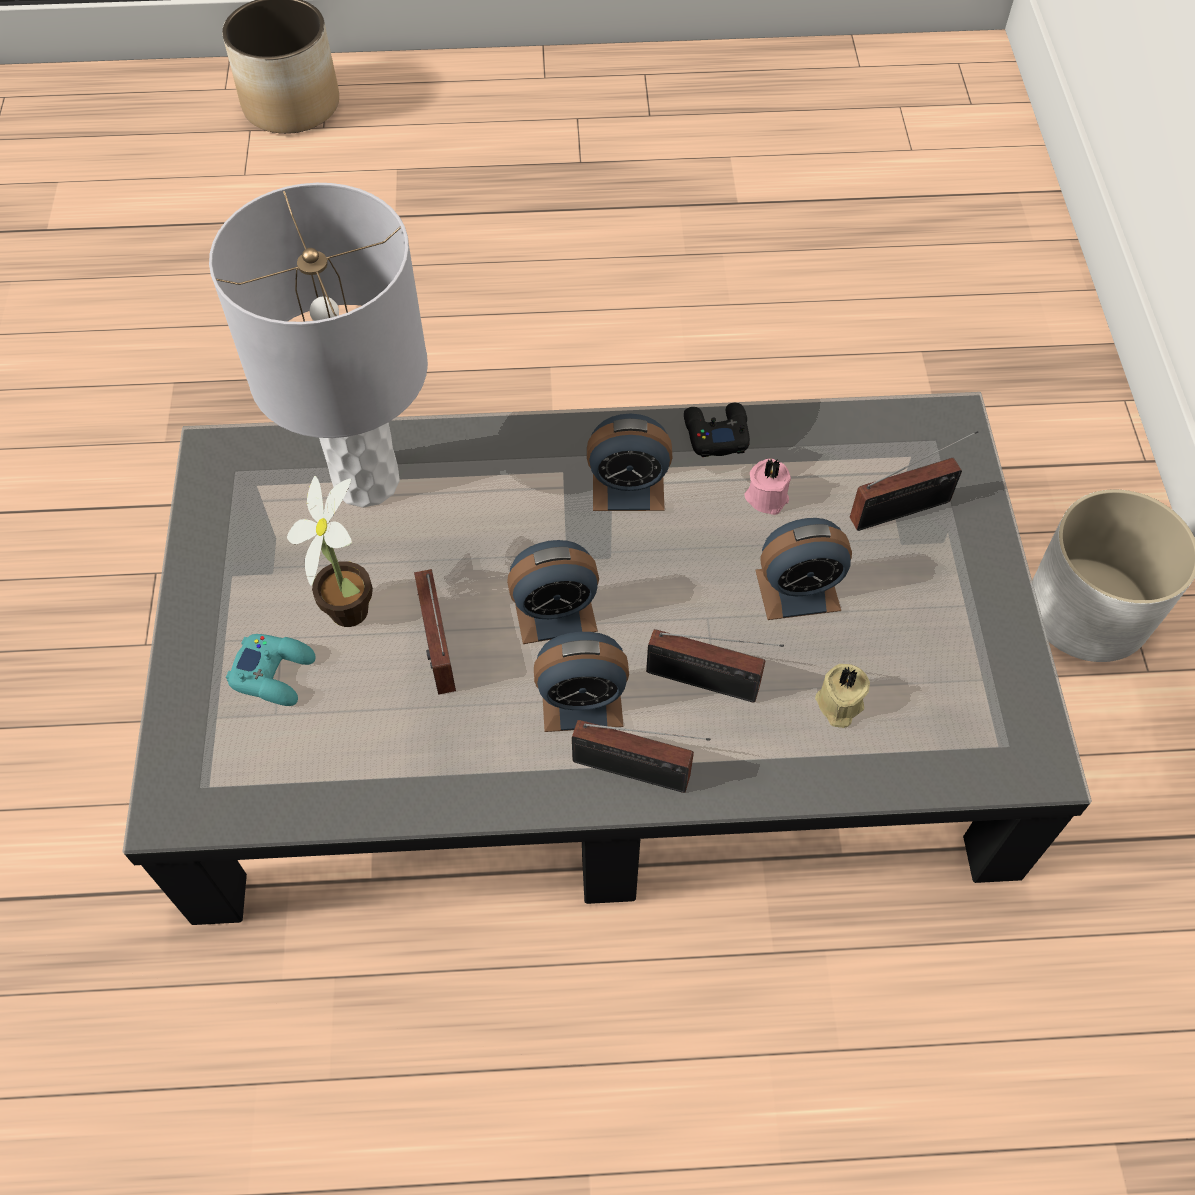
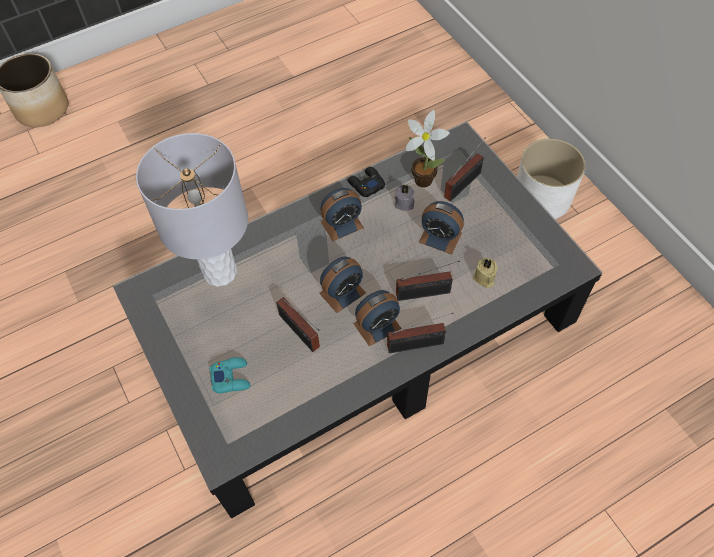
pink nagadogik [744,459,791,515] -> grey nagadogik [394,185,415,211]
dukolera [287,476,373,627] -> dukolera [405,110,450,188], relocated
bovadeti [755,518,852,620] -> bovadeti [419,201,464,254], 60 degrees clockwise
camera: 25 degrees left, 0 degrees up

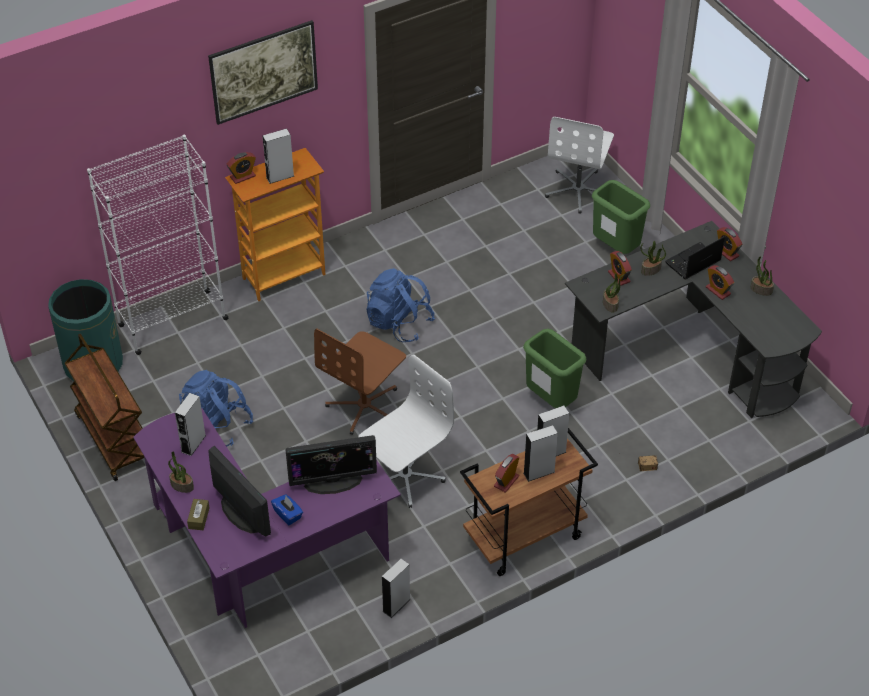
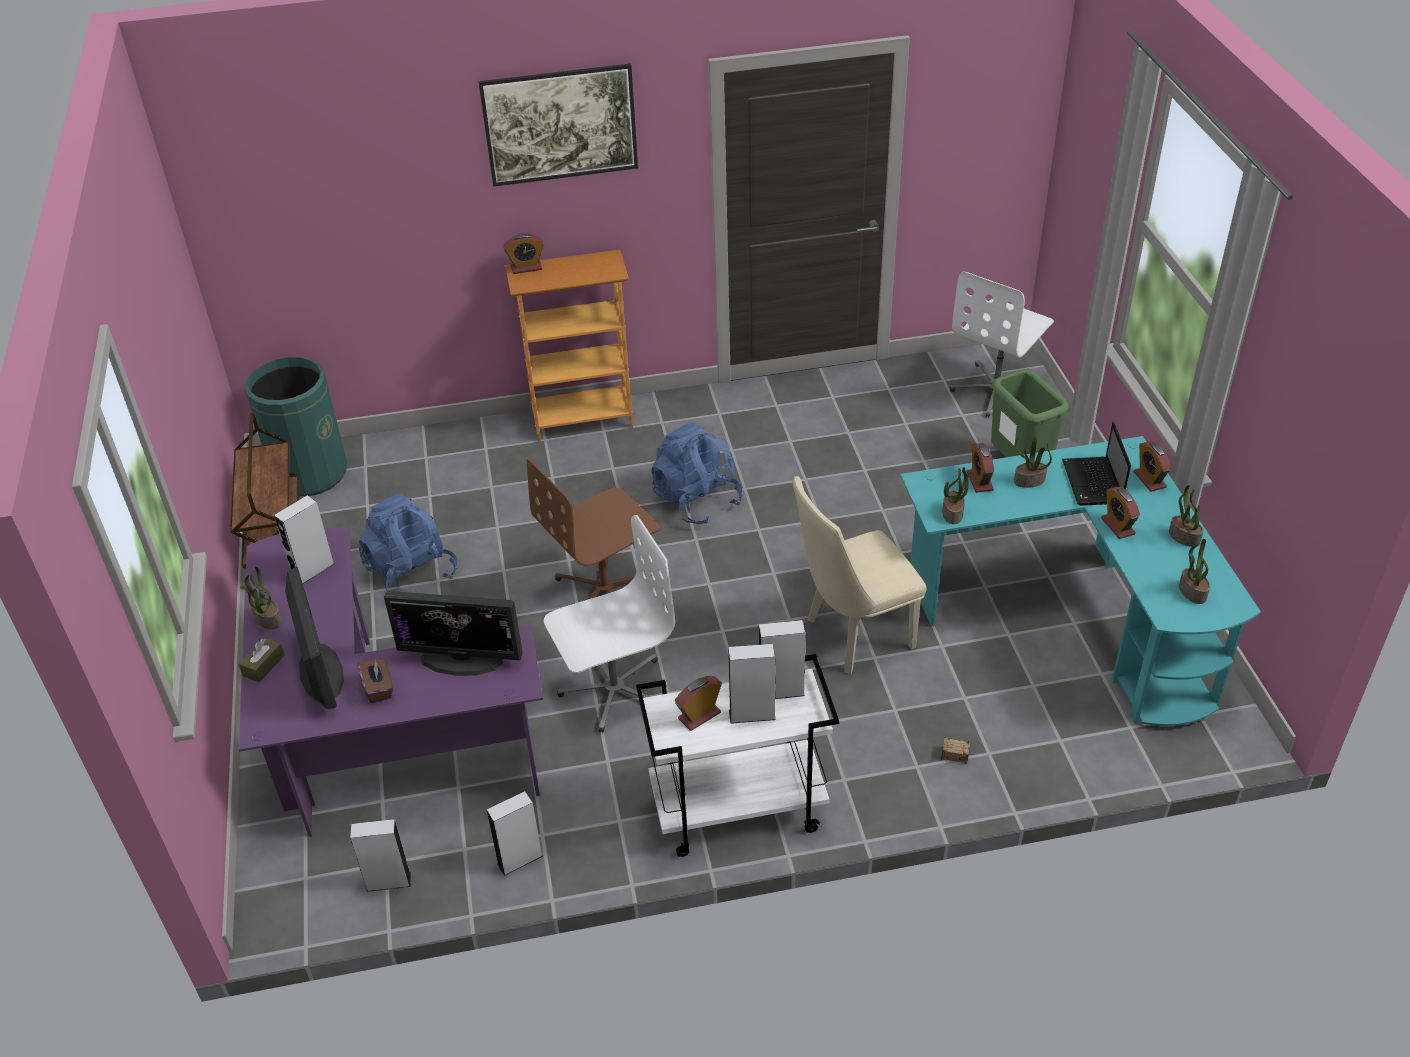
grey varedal [262,128,294,184] -> grey varedal [350,819,411,892], relocated
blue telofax [271,494,303,525] -> brown telofax [357,659,393,703]
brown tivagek [460,428,598,576] -> white tivagek [636,654,839,857]
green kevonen [523,329,586,408] -> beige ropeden [793,476,926,675]
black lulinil [565,221,822,418] -> turquoise lulinil [900,436,1261,726]
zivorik [665,237,725,280] -> zivorik [1062,422,1131,506], 75 degrees counterclockwise
none -> dukolera [1179,539,1210,604]
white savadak [87,135,229,355] -> none
camera: 20 degrees right, 5 degrees down

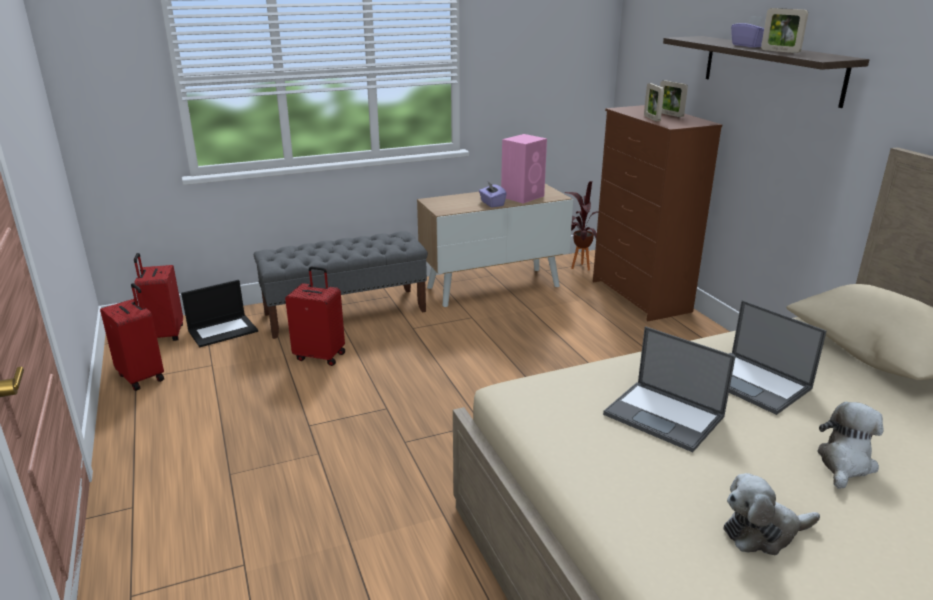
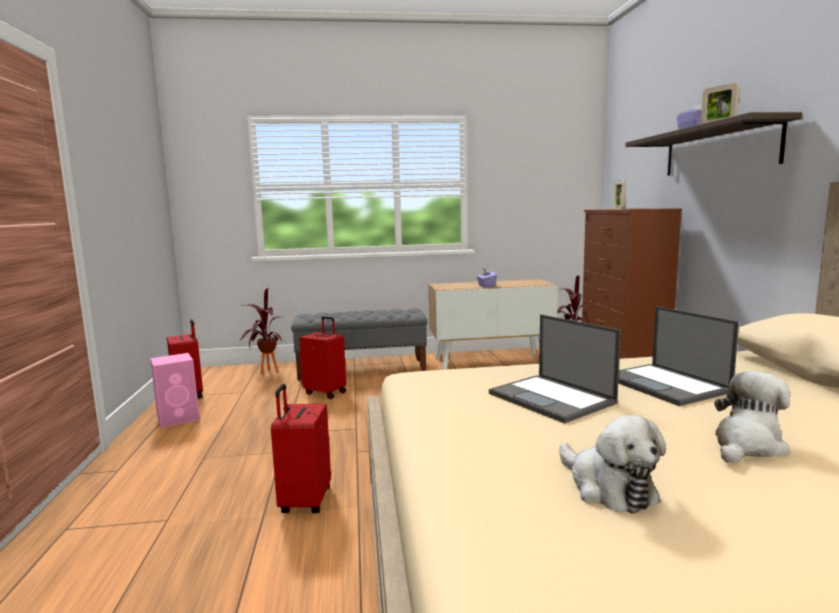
pink varedal [501,134,547,204] -> pink varedal [150,353,199,428], relocated
zivorik [181,280,258,347] -> dukolera [239,288,283,375]
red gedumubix [134,253,183,341] -> red gedumubix [271,384,331,513], relocated
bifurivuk [723,473,820,555] -> bifurivuk [559,415,666,514], 120 degrees counterclockwise
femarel [660,80,688,117] -> none
camera: 15 degrees right, 15 degrees down

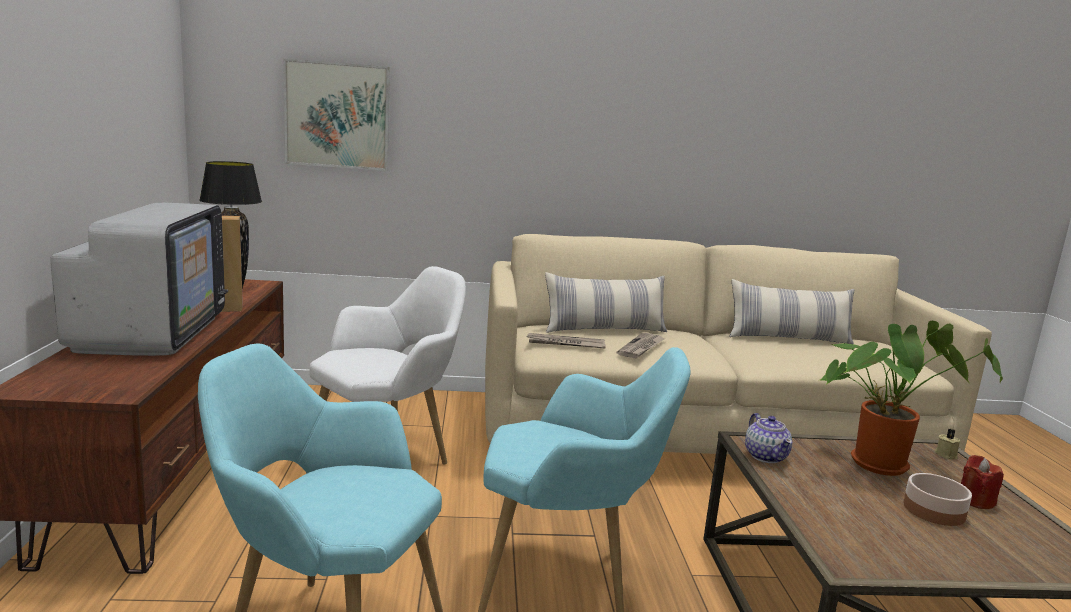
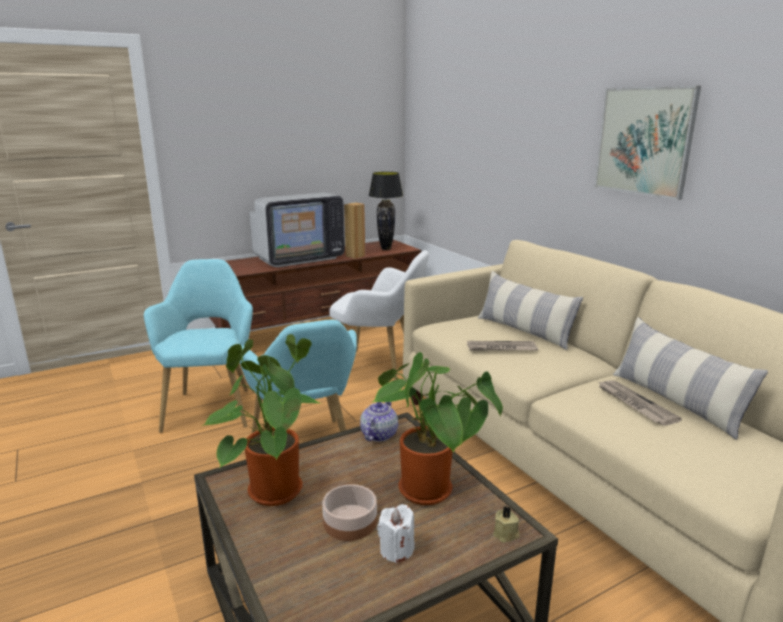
none -> dukolera [201,334,323,506]
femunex [745,413,792,463] -> femunex [360,402,398,442], 150 degrees clockwise
red nagadogik [961,455,1004,509] -> white nagadogik [377,504,415,563]
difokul [284,59,390,171] -> difokul [594,86,701,200], relocated
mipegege [526,333,606,348] -> mipegege [598,380,682,426], relocated
camera: 65 degrees right, 5 degrees up

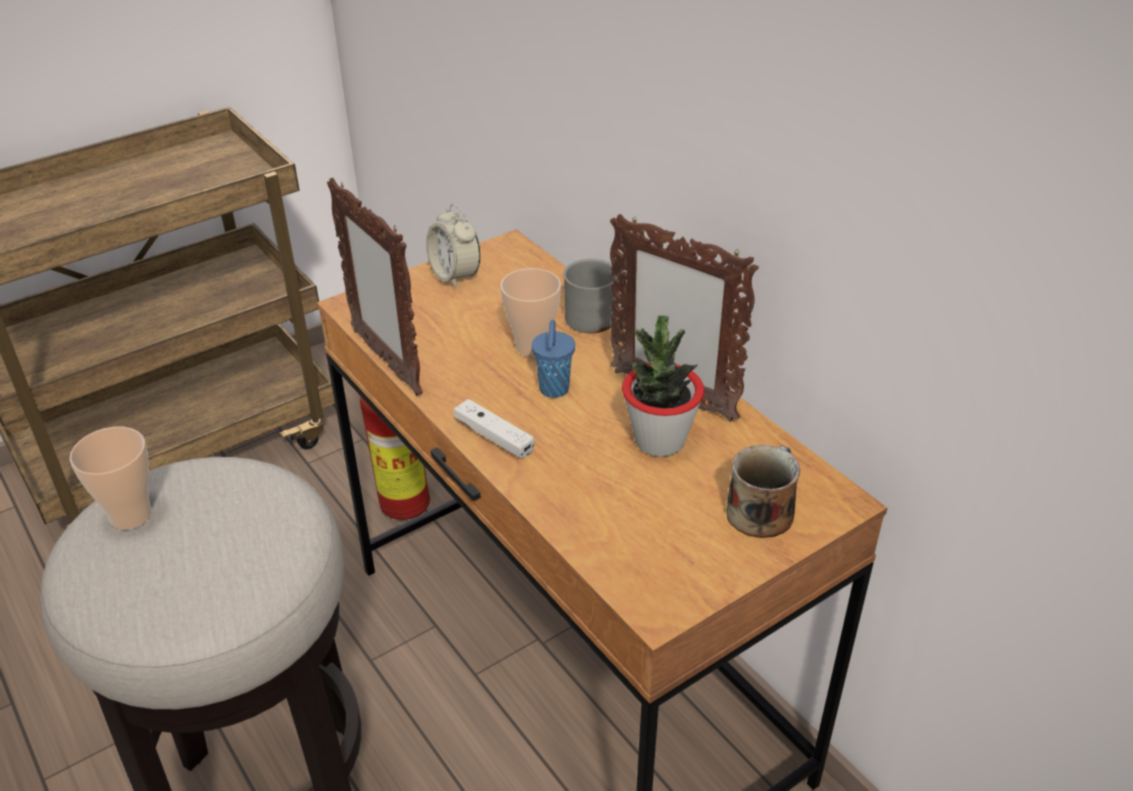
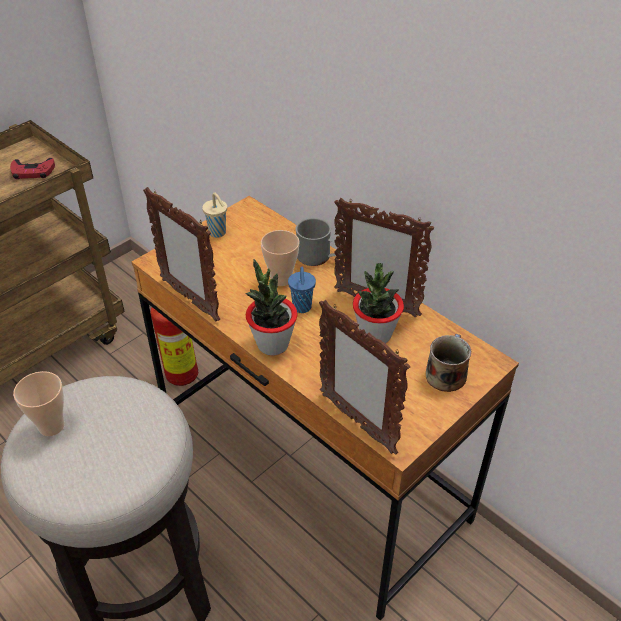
none -> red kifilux [10,158,55,179]
bovadeti [426,204,480,288] -> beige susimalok [202,193,227,238]
white kifilux [454,399,534,459] -> dukolera [246,259,298,356]
none -> femarel [319,300,410,454]
camera: 10 degrees left, 5 degrees up

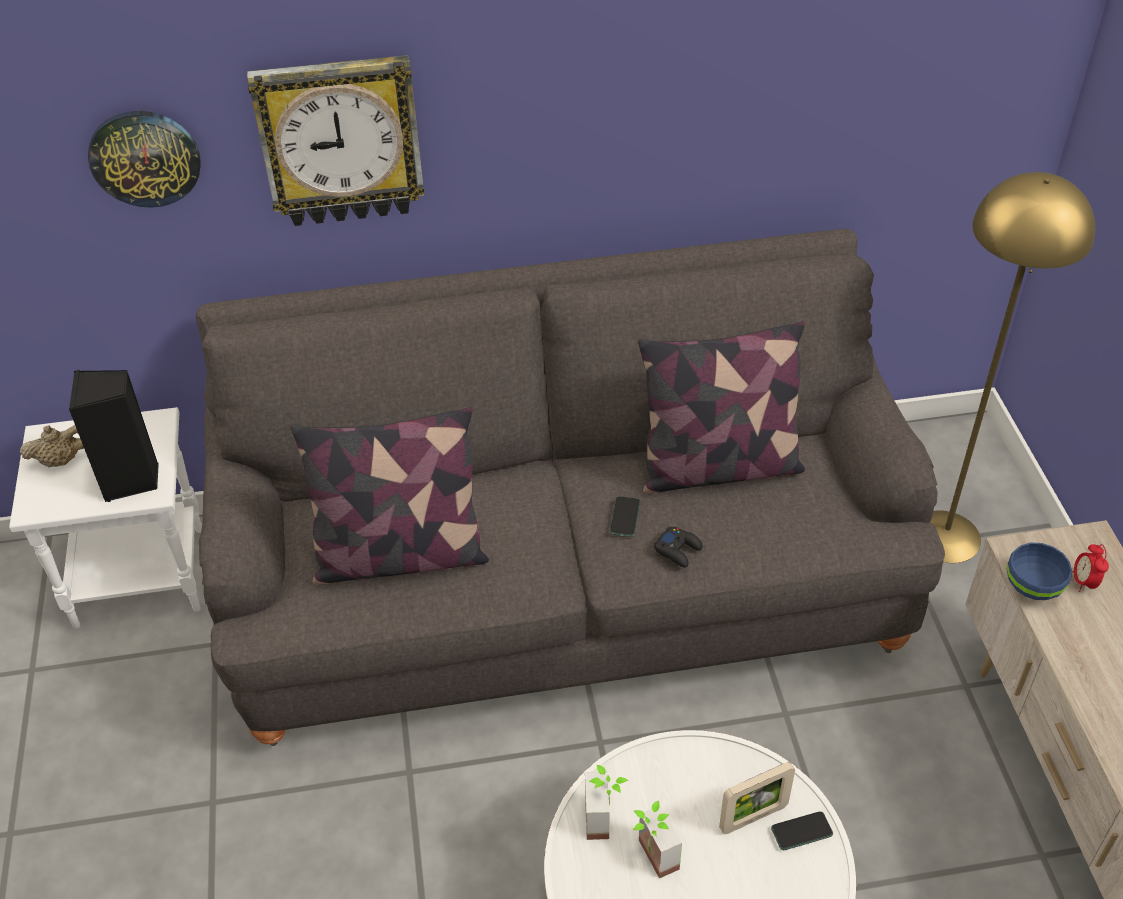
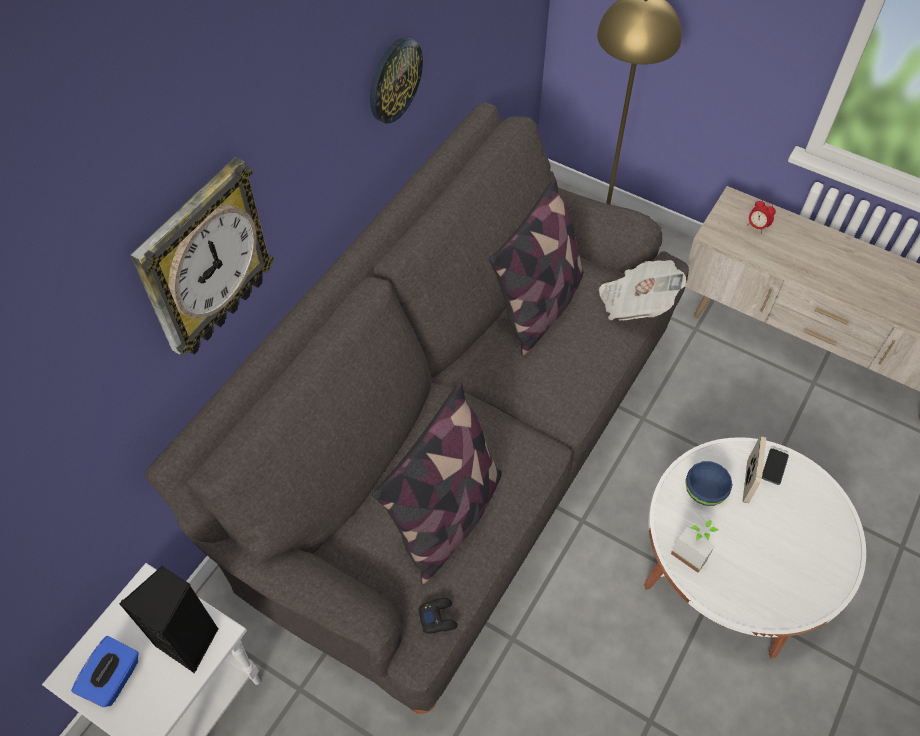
beige femunex [20,425,84,467] -> blue telofax [71,636,139,707]
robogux [88,111,201,208] -> robogux [370,37,423,123], relocated
black kifilux [654,527,703,568] -> black kifilux [418,598,458,634], relocated
none -> mipegege [599,260,686,321]
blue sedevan [1007,542,1072,600] -> blue sedevan [685,461,732,506], relocated
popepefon [610,496,641,537] -> none
dukolera [633,801,682,878] -> none
camera: 50 degrees left, 10 degrees up

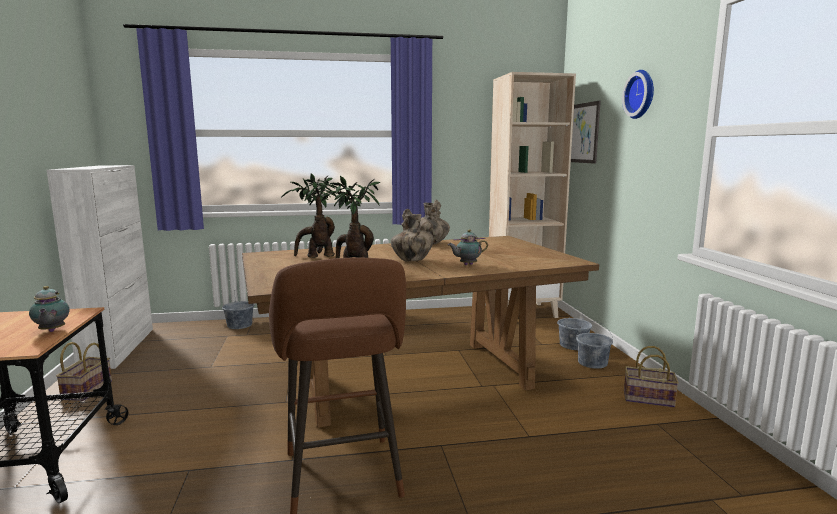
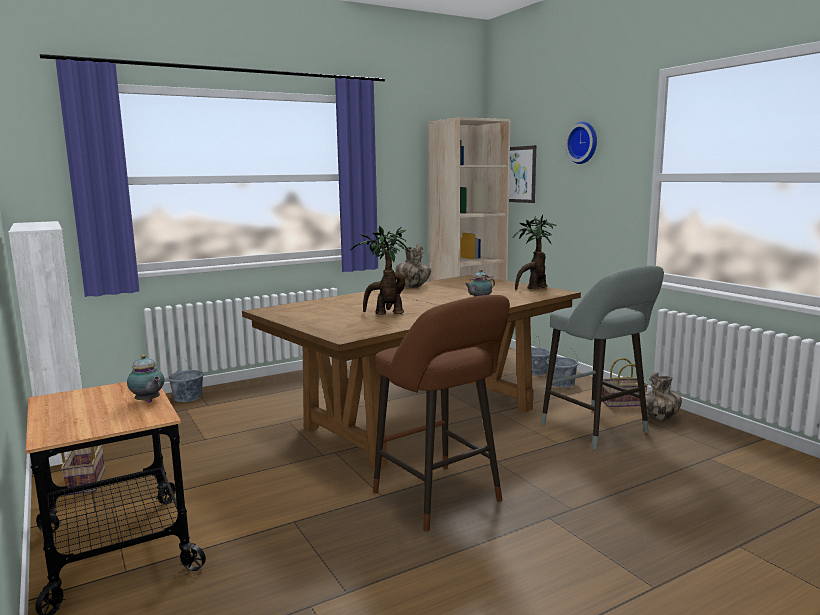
dukolera [281,173,336,258] -> dukolera [513,215,557,290], relocated
none -> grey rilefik [541,265,664,450]
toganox [391,209,434,261] -> toganox [645,373,682,421], relocated
camera: 20 degrees left, 0 degrees up

